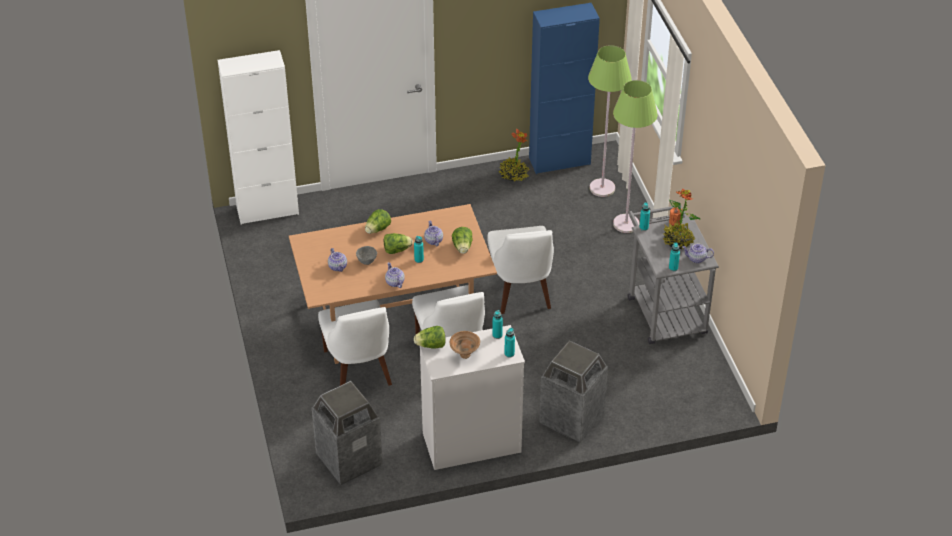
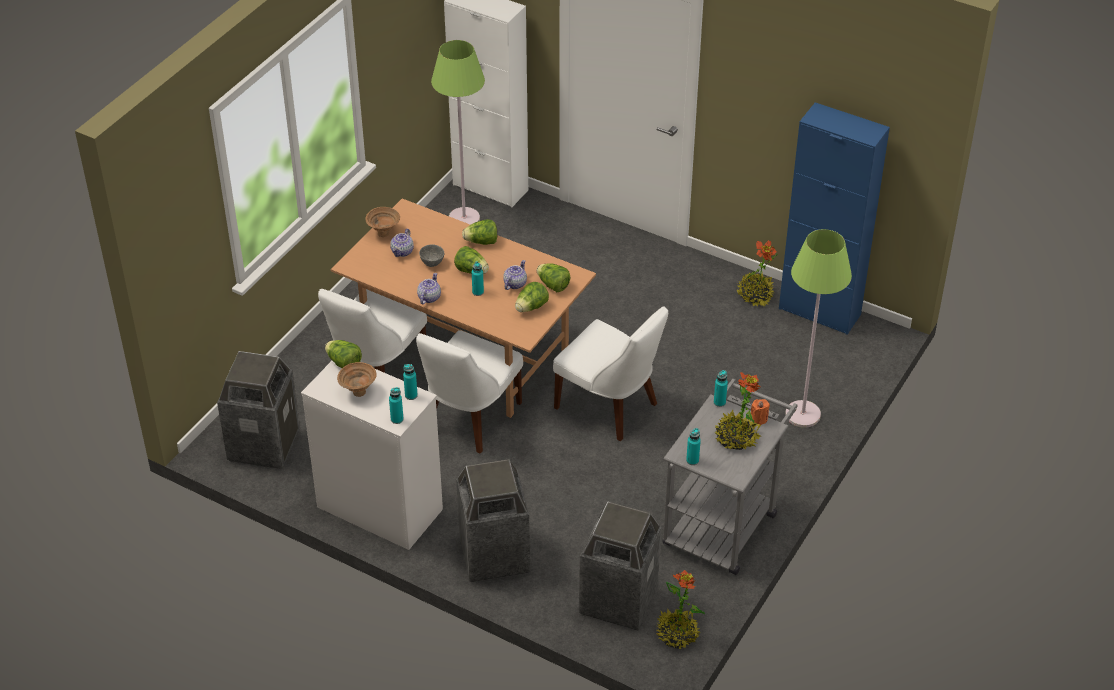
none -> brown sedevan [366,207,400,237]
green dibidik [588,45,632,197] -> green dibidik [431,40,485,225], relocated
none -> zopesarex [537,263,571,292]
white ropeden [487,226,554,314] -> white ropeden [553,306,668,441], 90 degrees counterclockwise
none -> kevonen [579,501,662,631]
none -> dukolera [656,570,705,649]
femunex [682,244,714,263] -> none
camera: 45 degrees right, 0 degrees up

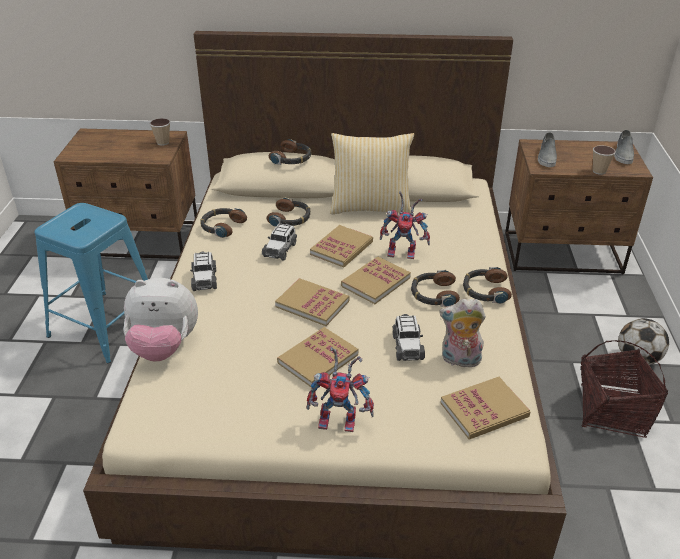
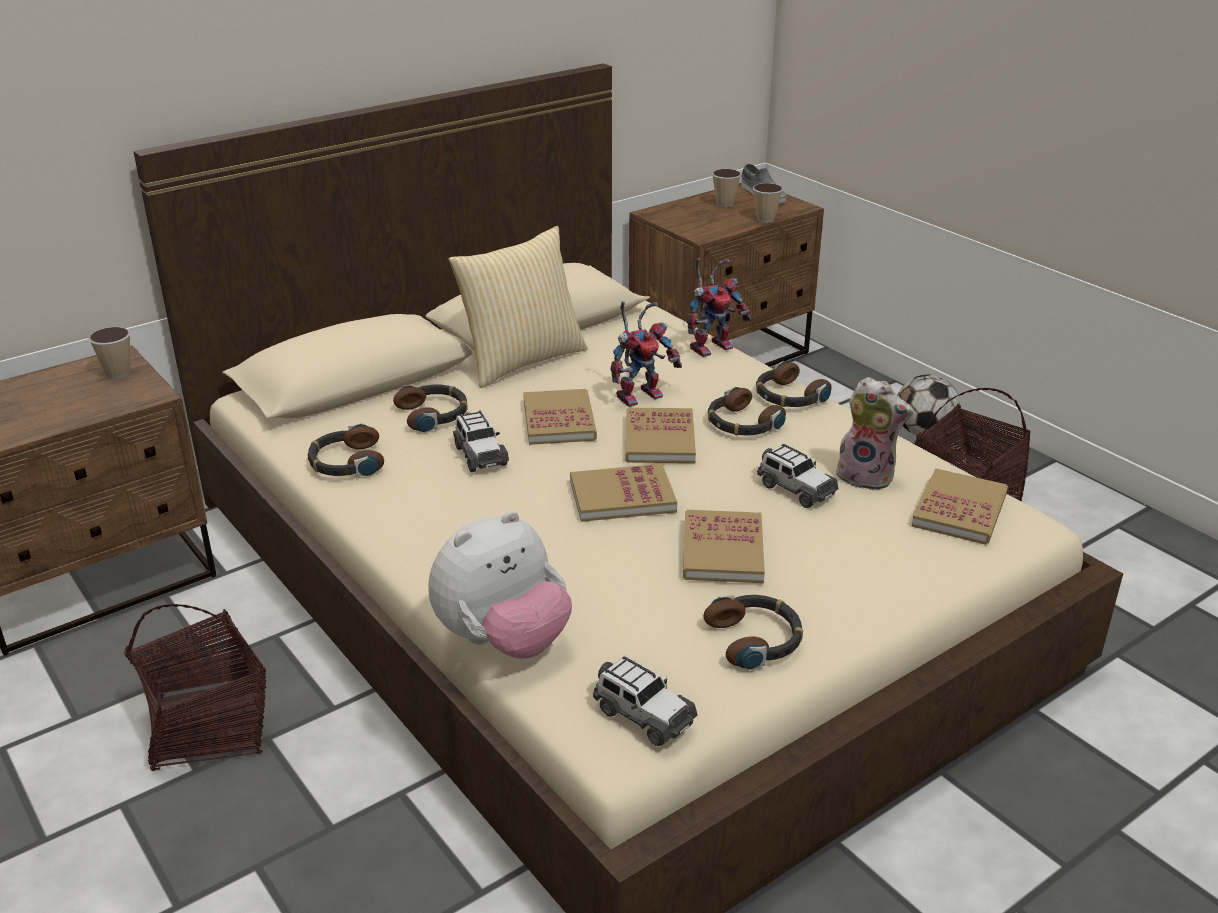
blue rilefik [34,203,148,363] -> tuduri [124,604,267,771]
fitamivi [190,252,217,291] -> fitamivi [593,656,698,746], relocated
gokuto [306,347,374,432] -> gokuto [687,258,751,357], relocated
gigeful [269,139,311,165] -> gigeful [704,595,803,670], relocated
none -> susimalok [712,169,742,207]
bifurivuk [439,299,486,368] -> bifurivuk [836,377,913,491], 120 degrees counterclockwise
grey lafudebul [538,132,557,167] -> none
camera: 40 degrees left, 5 degrees down

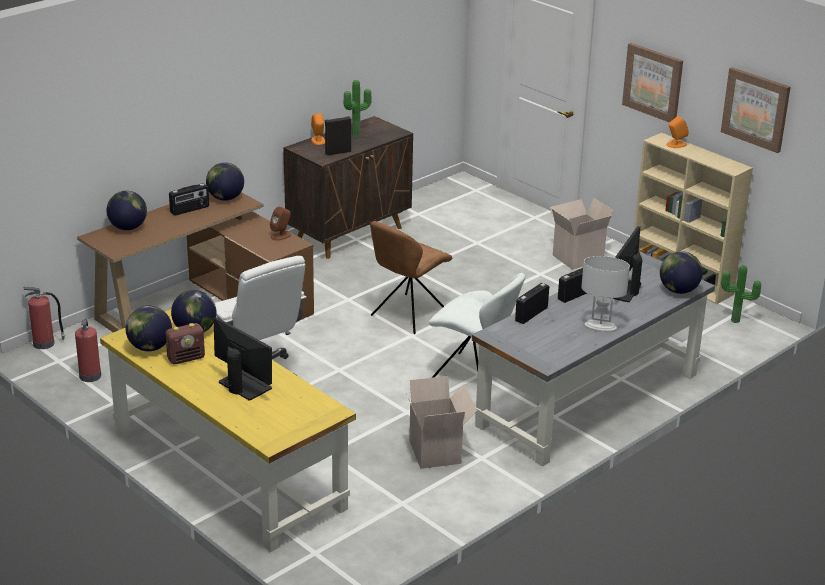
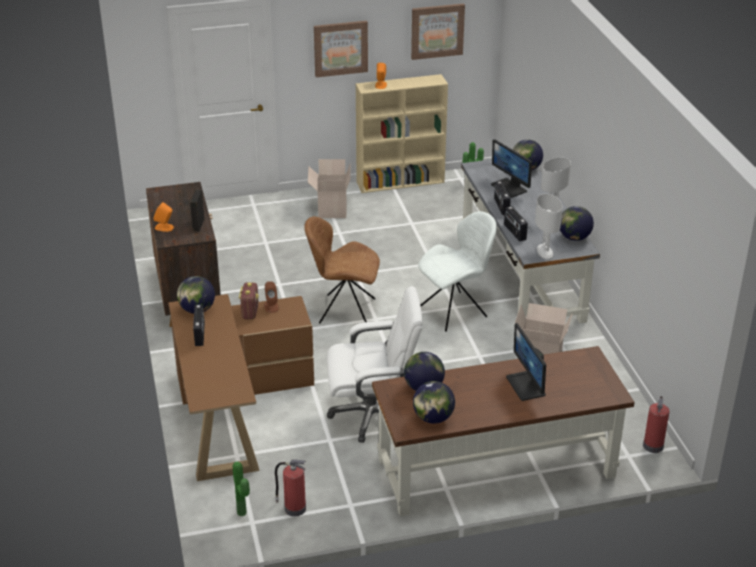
dukolera [344,80,371,137] -> dukolera [233,462,250,516], relocated
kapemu [166,323,205,364] -> kapemu [239,282,259,320], relocated
brown ropeden [370,221,452,334] -> brown ropeden [304,216,380,323], 120 degrees clockwise
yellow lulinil [100,309,356,552] -> brown lulinil [372,346,634,516]
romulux [214,317,272,400] -> romulux [506,323,546,401], 90 degrees counterclockwise
none -> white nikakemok [535,194,563,260]
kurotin [107,191,147,230] -> kurotin [560,206,594,241], relocated
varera [24,287,65,349] -> varera [643,396,669,453], relocated
camera: 60 degrees left, 5 degrees up

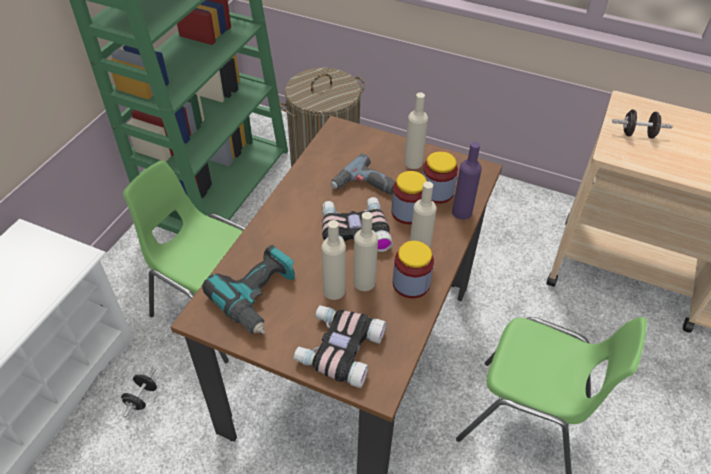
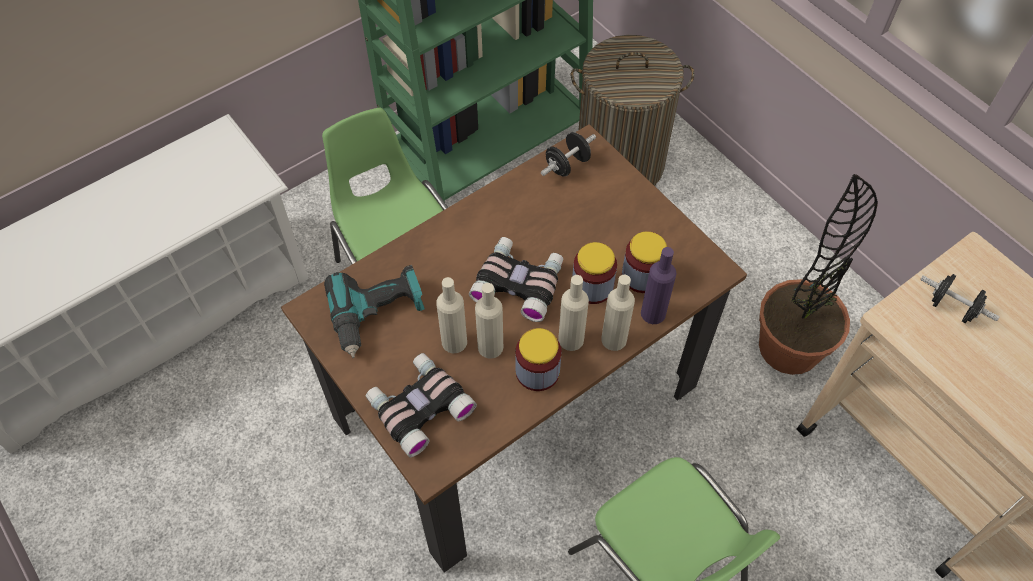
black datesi [121,368,157,418] -> black datesi [541,132,596,177], relocated
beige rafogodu [404,92,428,169] -> beige rafogodu [601,275,635,351], relocated
none -> dukolera [759,174,878,375]
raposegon [331,154,395,195] -> none
camera: 30 degrees right, 10 degrees up

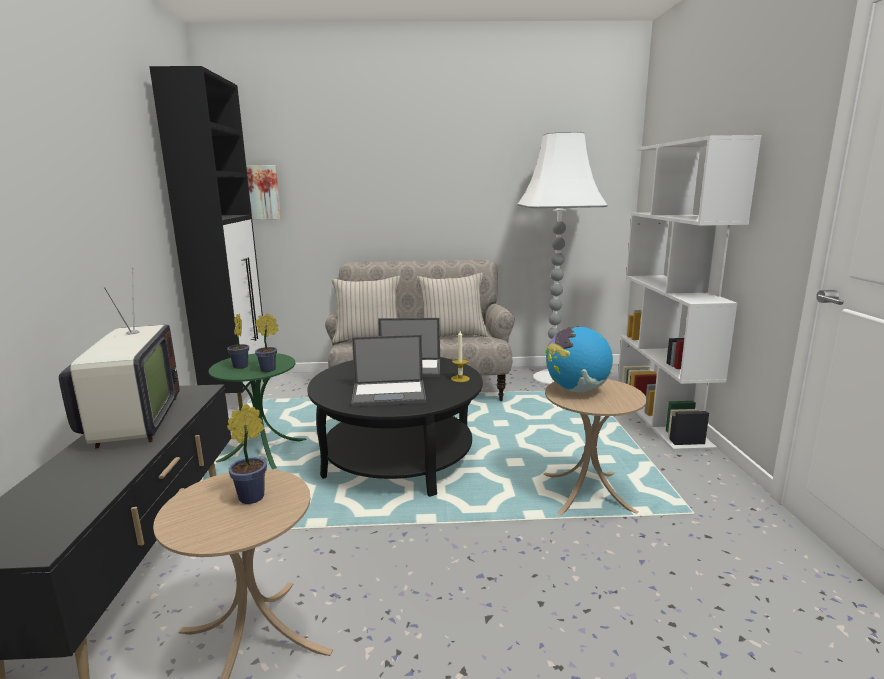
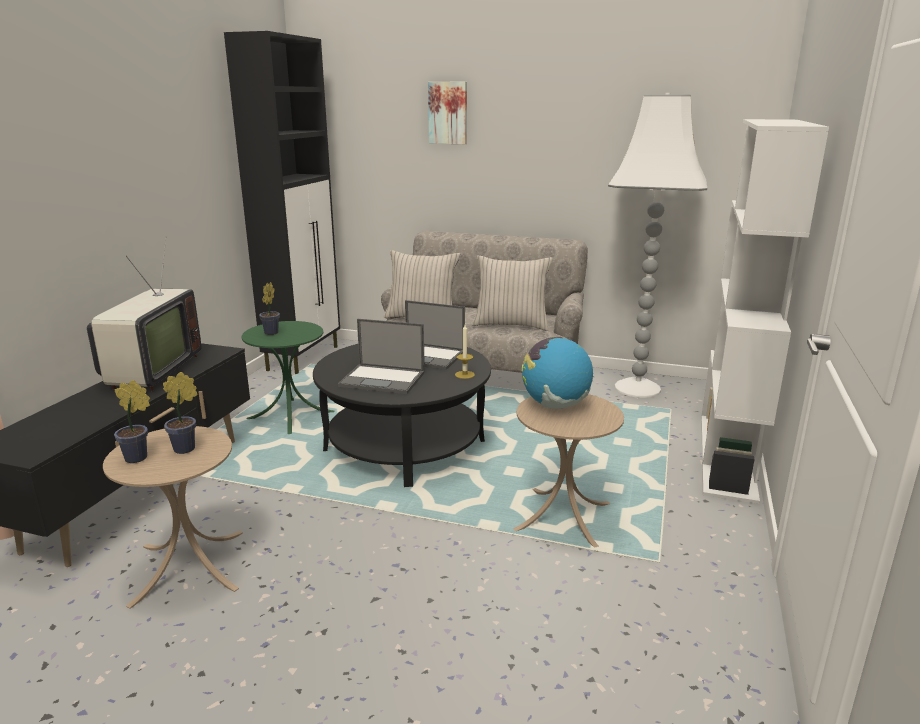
dukolera [255,313,279,372] -> dukolera [114,380,150,463], relocated
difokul [246,165,281,220] -> difokul [428,82,467,144], relocated
camera: 20 degrees right, 5 degrees up

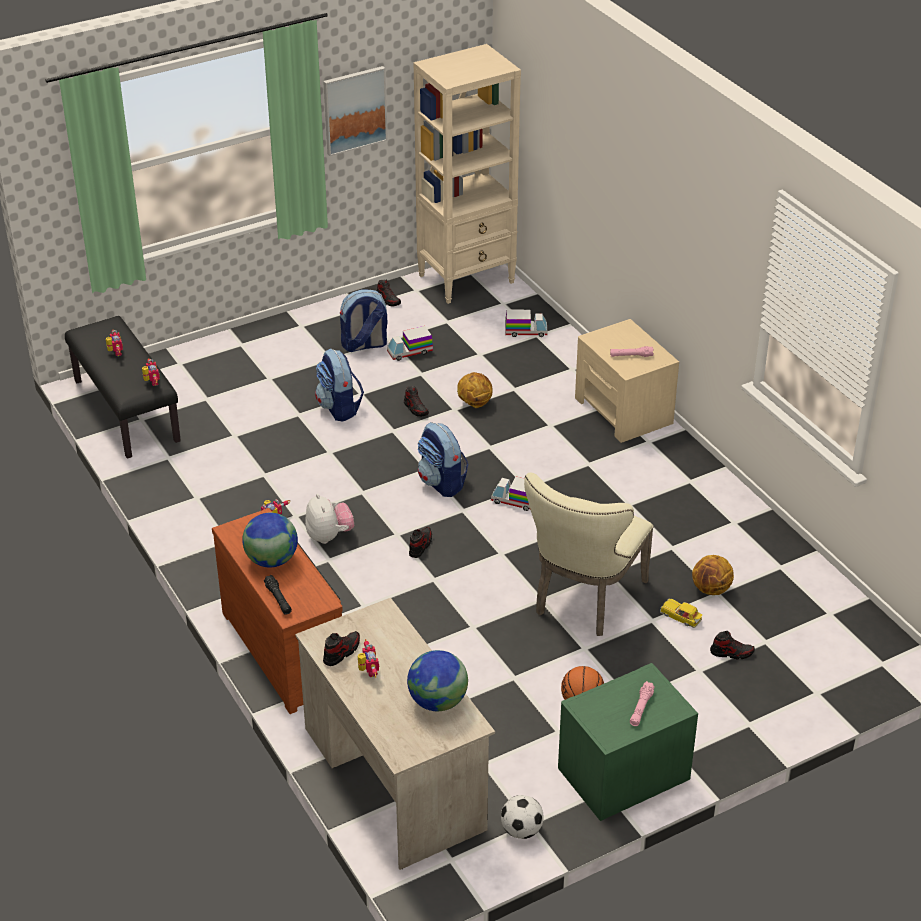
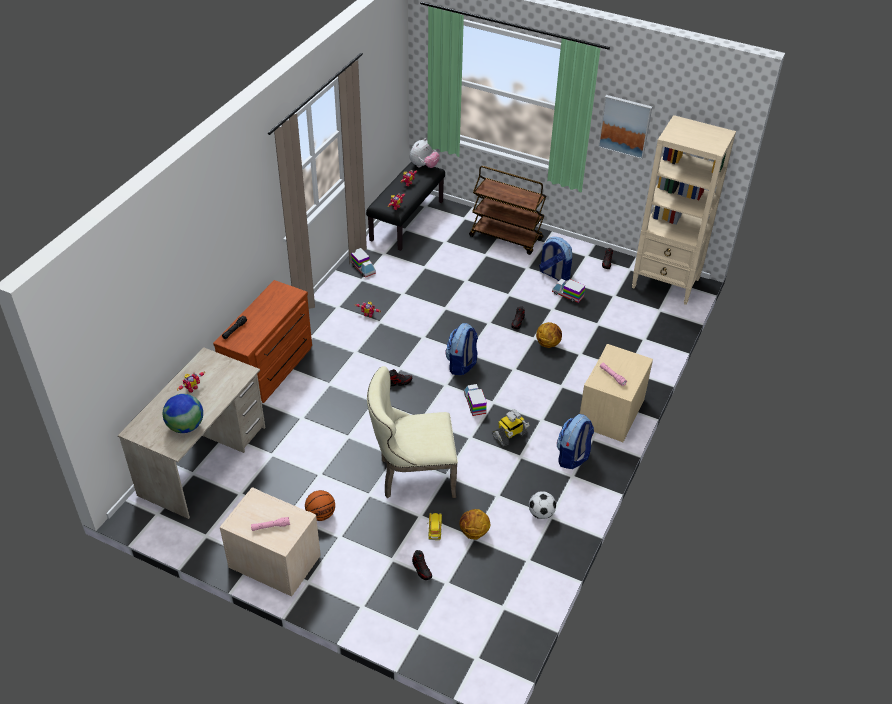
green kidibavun [558,663,698,821] -> beige kidibavun [220,487,321,597]
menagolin [505,310,548,337] -> menagolin [351,248,376,278], relocated
bifurivuk [305,494,354,544] -> bifurivuk [410,138,440,168], relocated
none -> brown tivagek [469,166,546,255]
none -> gokuto [492,409,530,447]
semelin [501,795,544,839] -> semelin [529,491,556,519], relocated
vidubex [315,349,364,422] -> vidubex [557,414,594,469], relocated
kurotin [242,513,298,568] -> none
lafudebul [323,631,360,666] -> none
camera: 55 degrees right, 5 degrees up

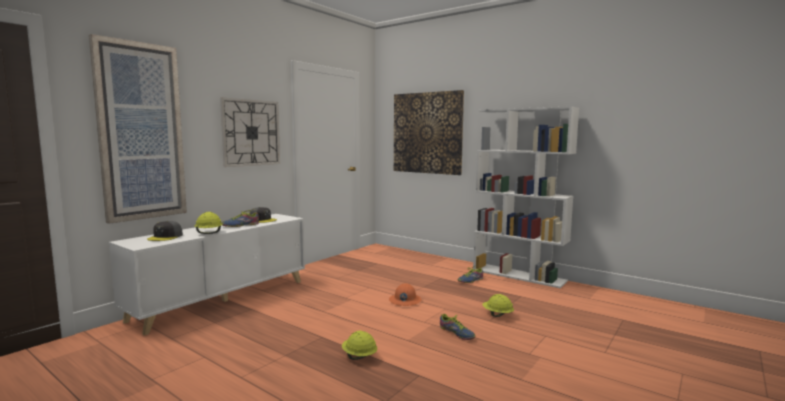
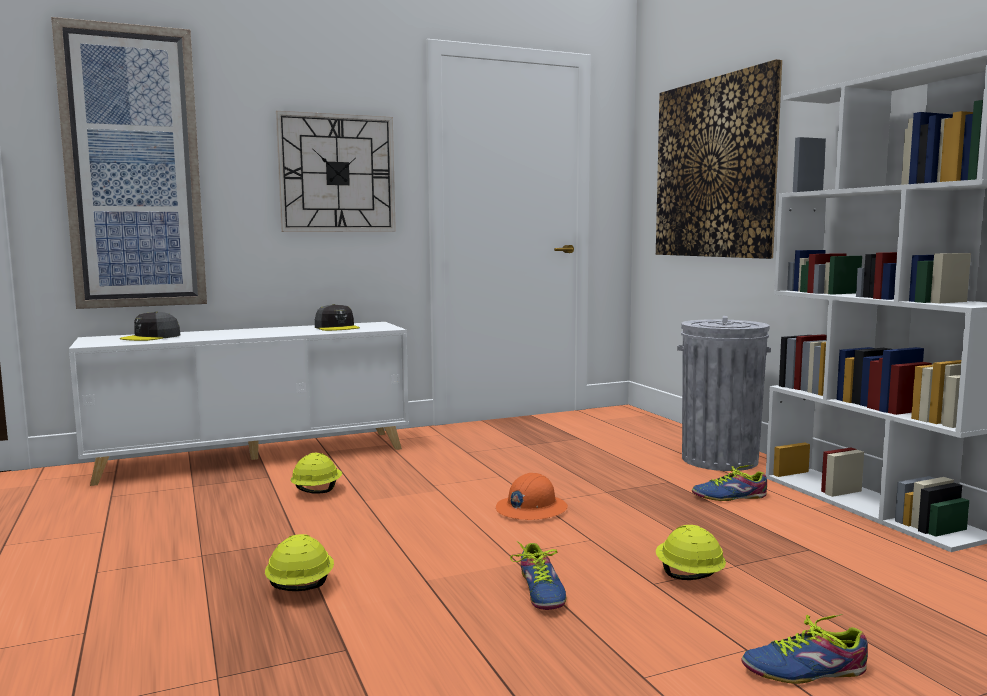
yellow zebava [195,212,223,234] -> yellow zebava [291,453,342,494], relocated
none -> grey kevonen [677,316,771,471]
lafudebul [222,210,259,227] -> lafudebul [741,614,868,684], relocated
camera: 30 degrees right, 0 degrees up

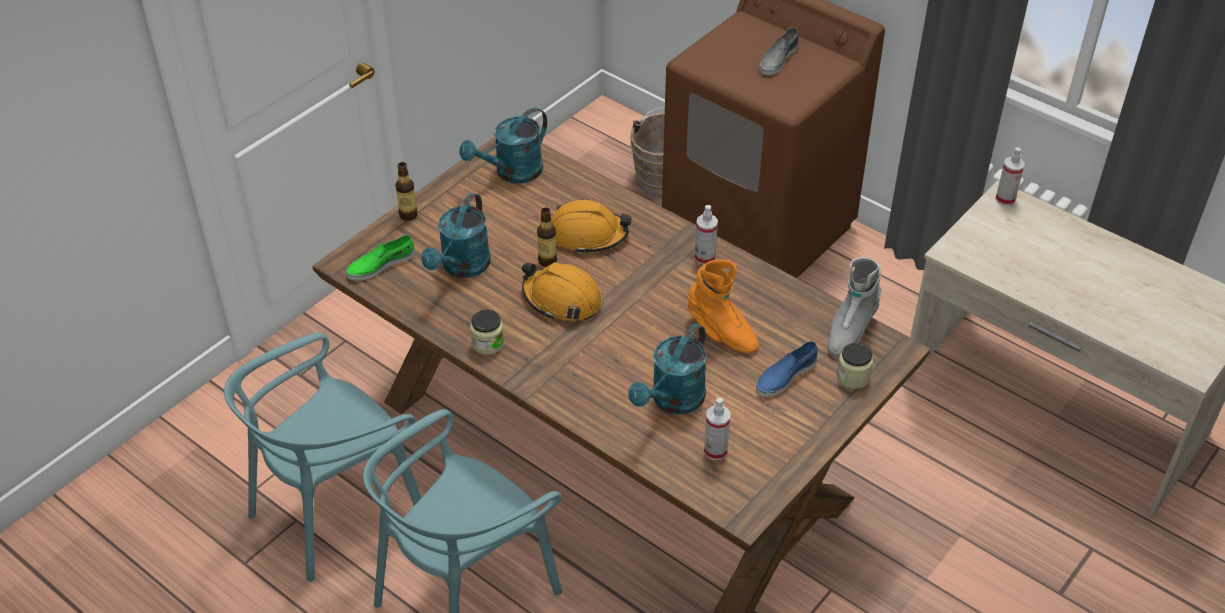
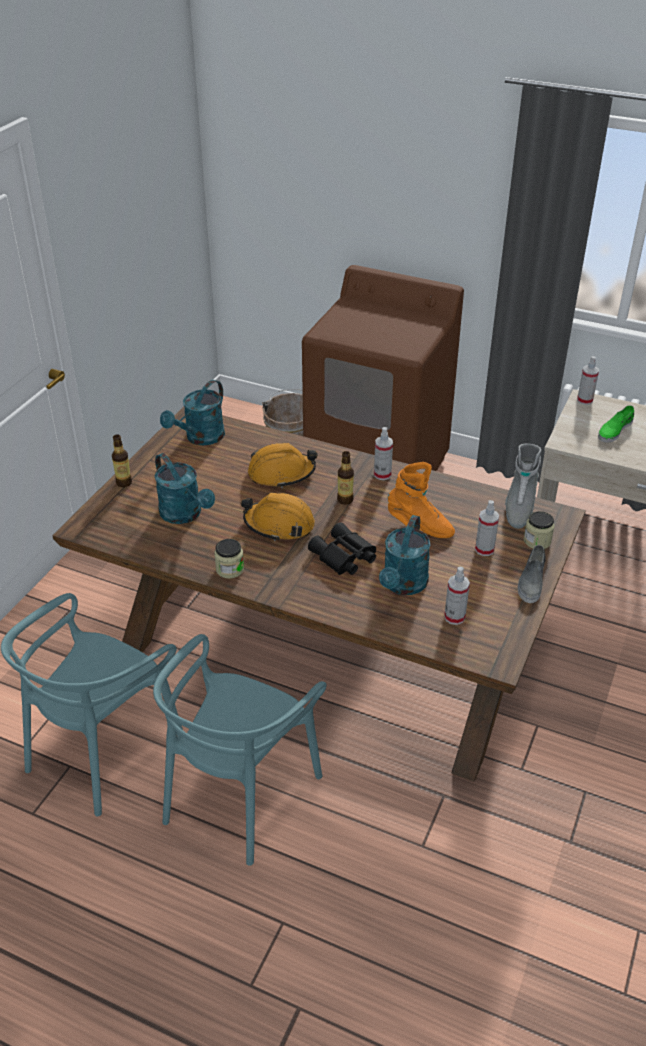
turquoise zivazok [421,193,491,278] -> turquoise zivazok [155,453,215,524], 45 degrees counterclockwise
none -> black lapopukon [308,522,376,575]
rafogodu [537,207,557,267] -> rafogodu [337,451,354,505], relocated
blue lafudebul [756,341,818,397] -> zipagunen [475,500,499,556]
grey lafudebul [759,27,799,75] -> grey lafudebul [518,545,546,603], relocated
green lafudebul [346,235,415,281] -> green lafudebul [598,405,634,442], relocated
camera: 15 degrees left, 5 degrees down

